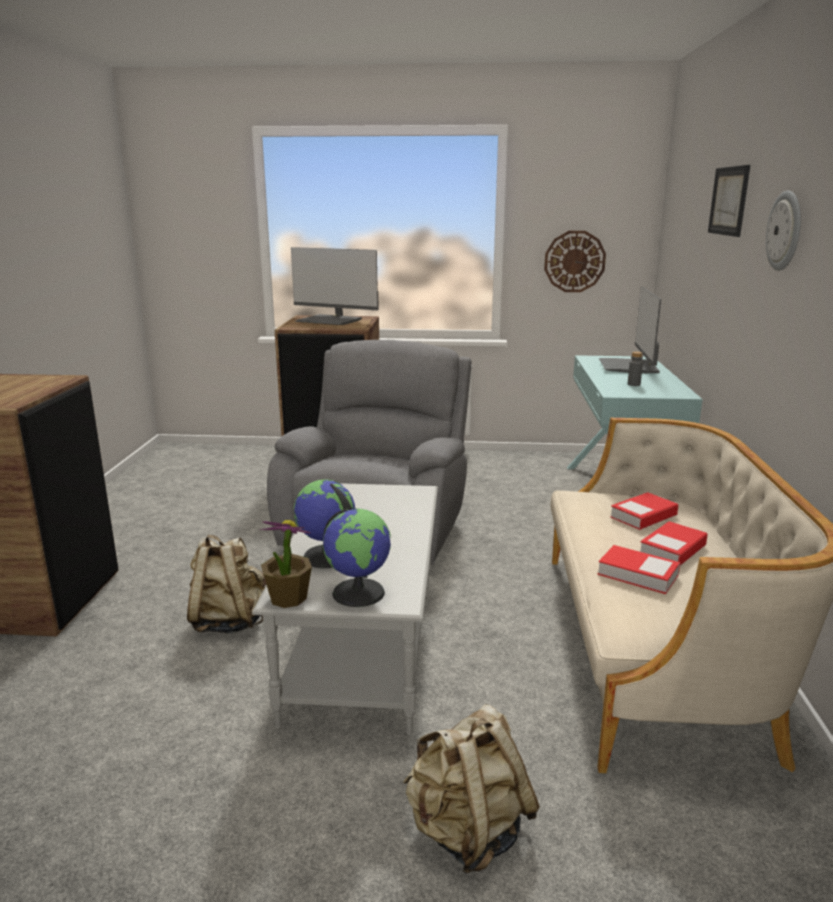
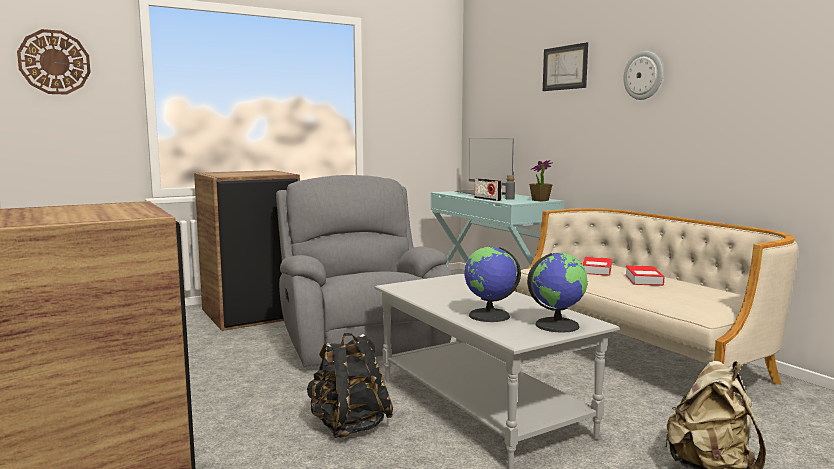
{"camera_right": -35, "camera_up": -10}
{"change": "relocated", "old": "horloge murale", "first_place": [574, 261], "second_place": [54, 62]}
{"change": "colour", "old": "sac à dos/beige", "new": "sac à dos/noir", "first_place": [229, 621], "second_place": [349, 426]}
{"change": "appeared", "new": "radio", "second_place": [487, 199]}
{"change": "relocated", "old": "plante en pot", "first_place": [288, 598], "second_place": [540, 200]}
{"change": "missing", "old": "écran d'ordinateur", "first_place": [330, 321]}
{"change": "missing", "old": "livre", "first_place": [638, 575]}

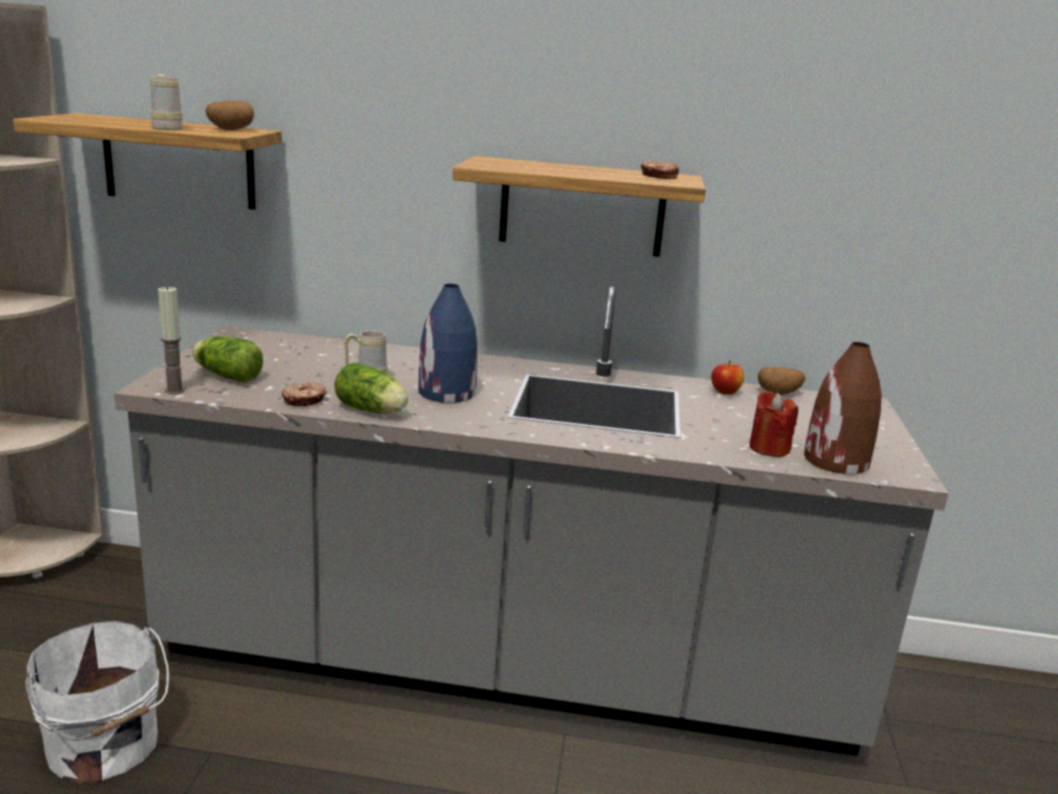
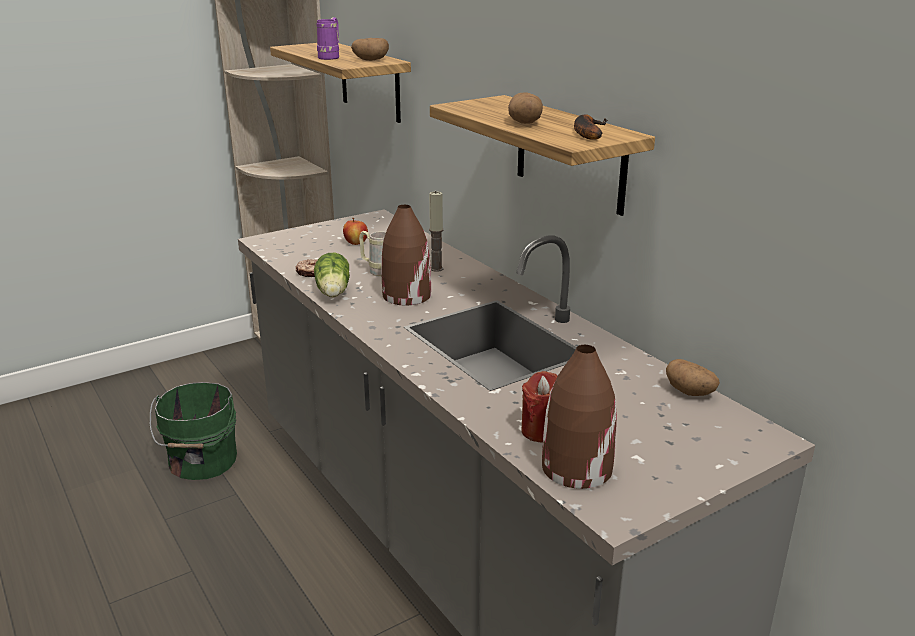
{"camera_right": 50, "camera_up": 5}
{"change": "colour", "old": "seau/blanc", "new": "seau/vert", "first_place": [104, 747], "second_place": [201, 462]}
{"change": "colour", "old": "mug/beige", "new": "mug/violet", "first_place": [167, 127], "second_place": [331, 57]}
{"change": "relocated", "old": "pomme", "first_place": [725, 392], "second_place": [356, 243]}
{"change": "colour", "old": "vase/bleu", "new": "vase/marron", "first_place": [446, 393], "second_place": [406, 295]}
{"change": "relocated", "old": "bougie", "first_place": [175, 391], "second_place": [436, 268]}
{"change": "appeared", "new": "pomme de terre", "second_place": [524, 123]}
{"change": "exchanged", "old": "beignet", "new": "banane", "first_place": [658, 176], "second_place": [587, 133]}
{"change": "missing", "old": "laitue", "first_place": [226, 376]}

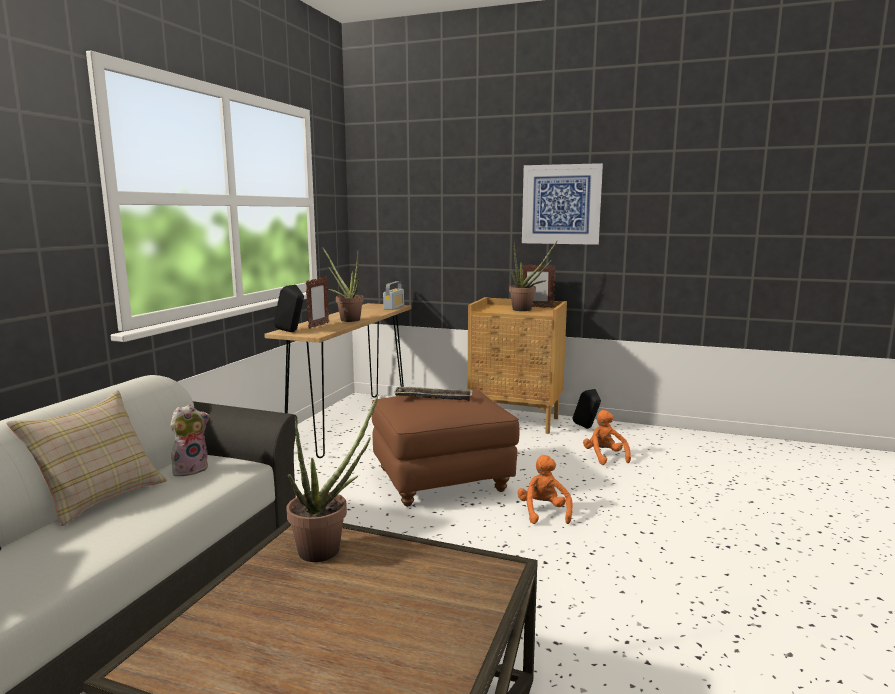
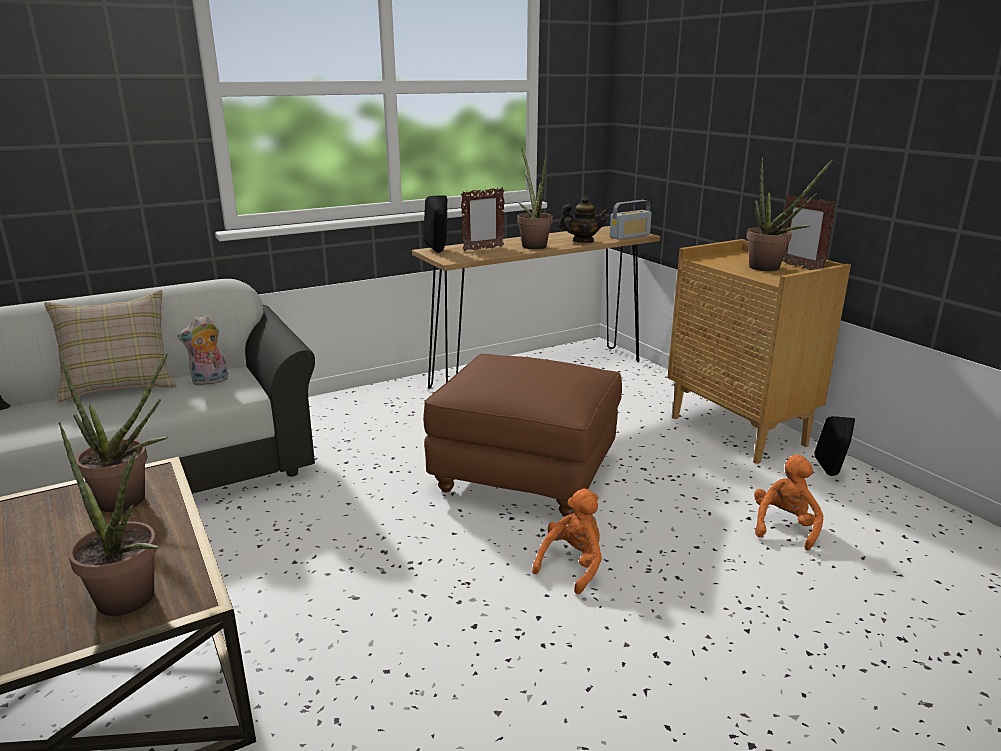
{"camera_right": 40, "camera_up": 10}
{"change": "appeared", "new": "plante en pot", "second_place": [132, 604]}
{"change": "spun", "old": "peluche", "first_place": [191, 469], "second_place": [210, 381], "degrees": 150}
{"change": "appeared", "new": "théière", "second_place": [583, 241]}
{"change": "missing", "old": "plateau", "first_place": [433, 397]}
{"change": "missing", "old": "tableau", "first_place": [561, 204]}

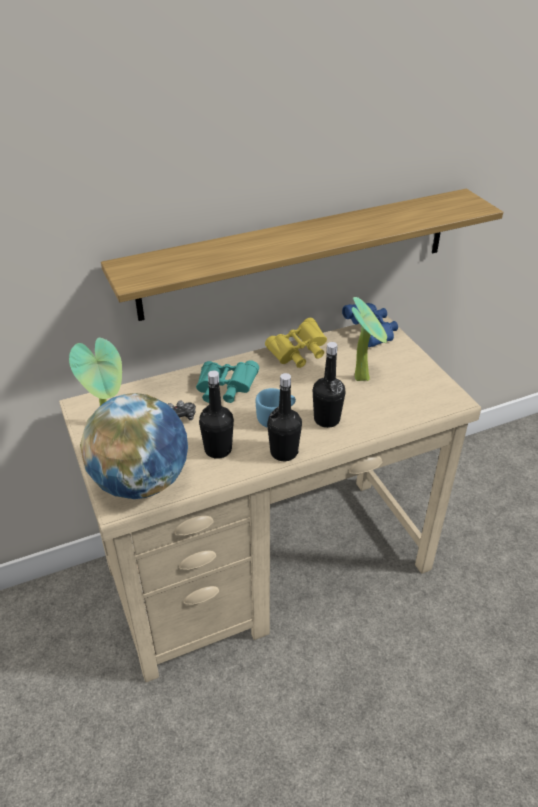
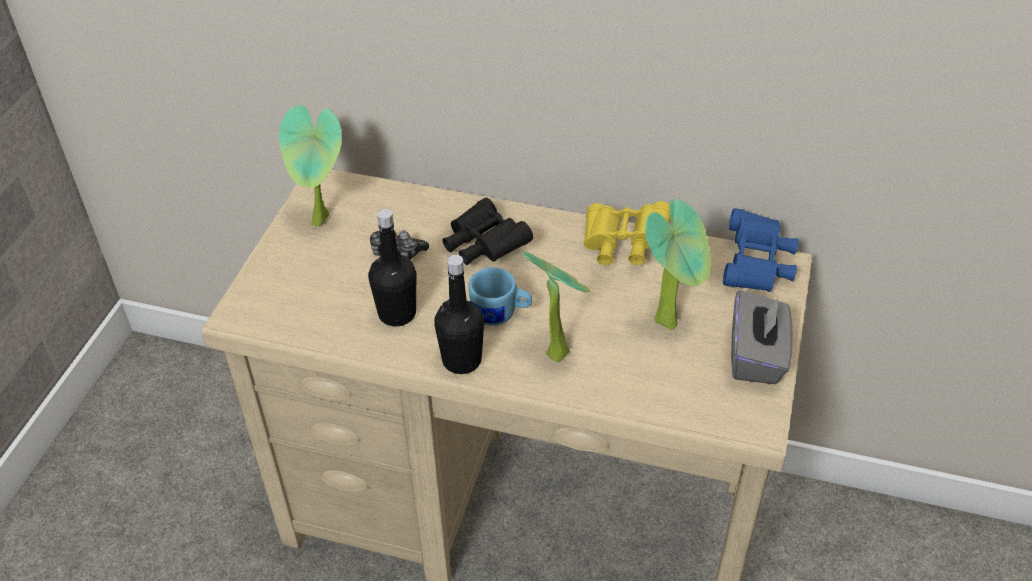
{"camera_right": 40, "camera_up": 5}
{"change": "colour", "old": "jumelles/turquoise", "new": "jumelles/noir", "first_place": [225, 390], "second_place": [484, 246]}
{"change": "exchanged", "old": "bouteille/noir", "new": "plante en pot", "first_place": [326, 419], "second_place": [557, 350]}
{"change": "appeared", "new": "boîte à mouchoirs/gris", "second_place": [756, 356]}
{"change": "missing", "old": "globe", "first_place": [141, 482]}
{"change": "missing", "old": "étagère", "first_place": [298, 253]}

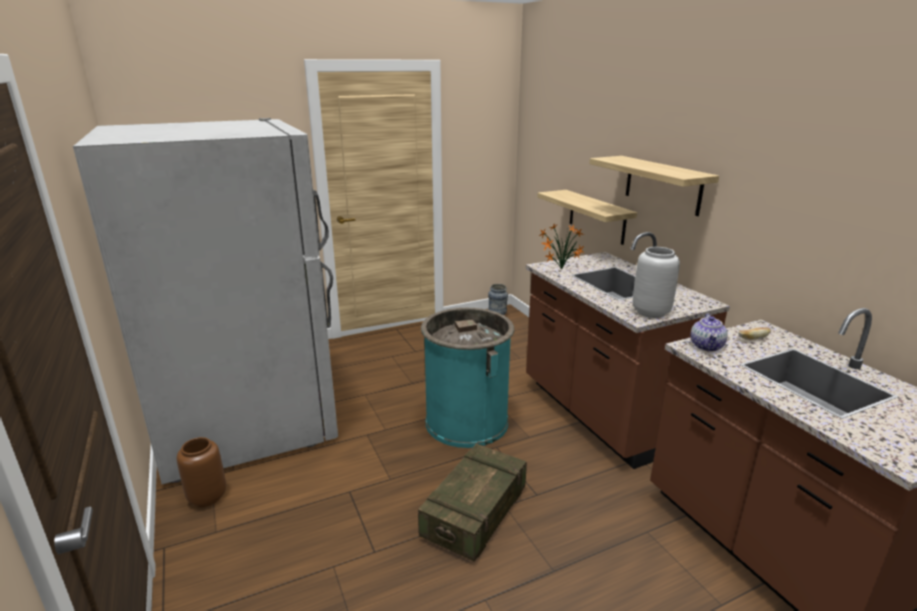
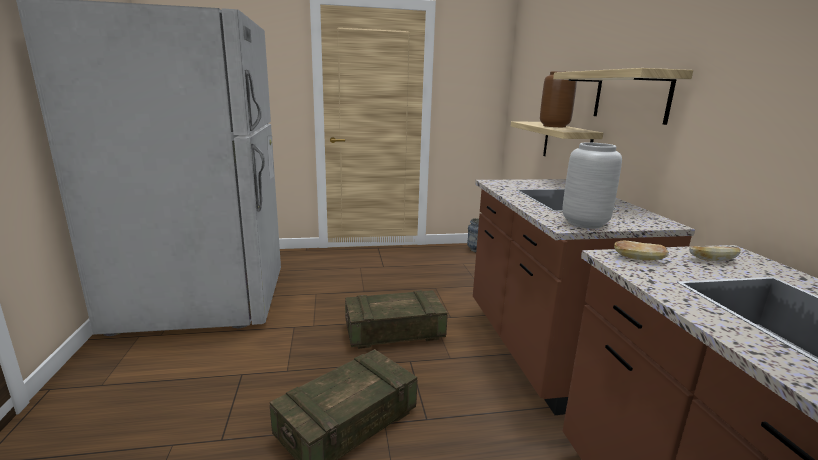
{"camera_right": 15, "camera_up": -5}
{"change": "exchanged", "old": "poubelle/turquoise", "new": "caisse", "first_place": [466, 422], "second_place": [394, 332]}
{"change": "relocated", "old": "vase/marron", "first_place": [207, 498], "second_place": [554, 126]}
{"change": "exchanged", "old": "théière", "new": "pain", "first_place": [707, 346], "second_place": [638, 259]}
{"change": "missing", "old": "plante en pot", "first_place": [560, 269]}

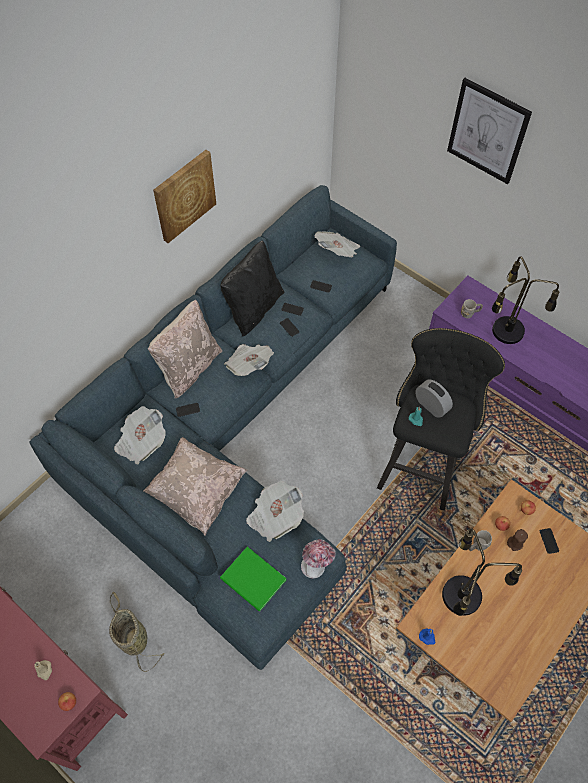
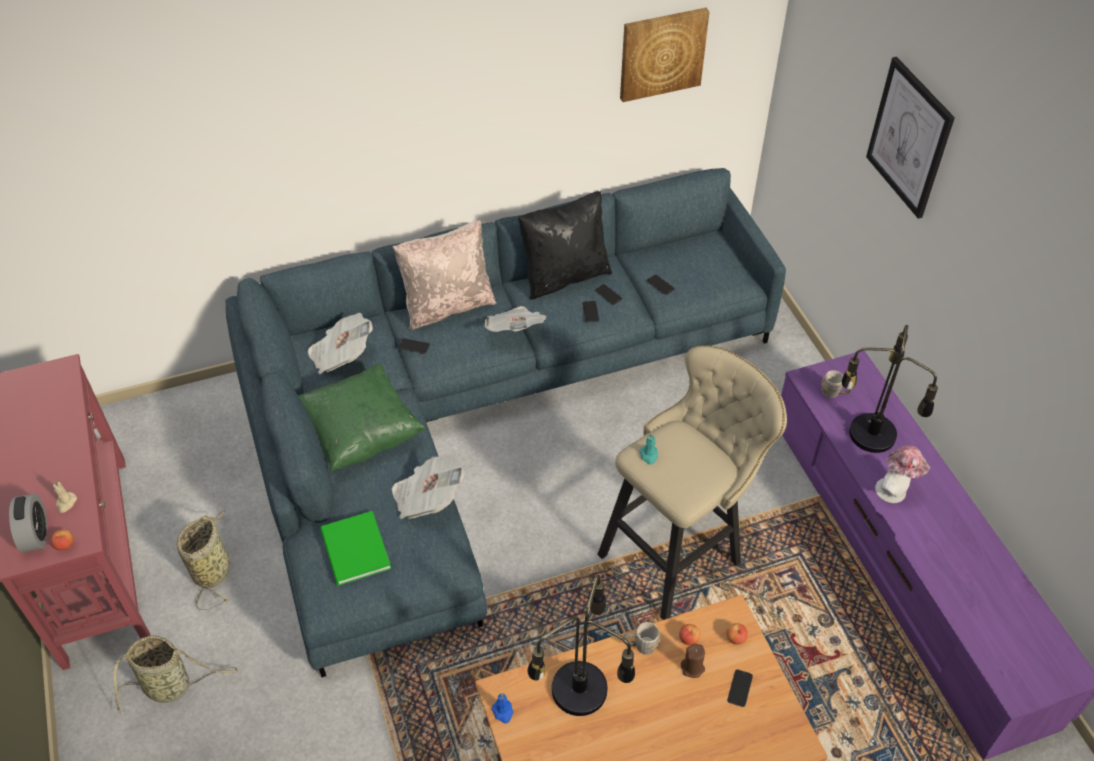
{"camera_right": 30, "camera_up": -10}
{"change": "relocated", "old": "réveil", "first_place": [431, 405], "second_place": [36, 534]}
{"change": "appeared", "new": "panier", "second_place": [172, 686]}
{"change": "colour", "old": "coussin/beige", "new": "coussin/vert", "first_place": [195, 493], "second_place": [361, 433]}
{"change": "colour", "old": "tabouret/noir", "new": "tabouret/beige", "first_place": [423, 458], "second_place": [681, 550]}
{"change": "relocated", "old": "tableau", "first_place": [184, 195], "second_place": [662, 53]}
{"change": "relocated", "old": "chapeau", "first_place": [316, 566], "second_place": [894, 492]}
{"change": "missing", "old": "journal", "first_place": [337, 252]}

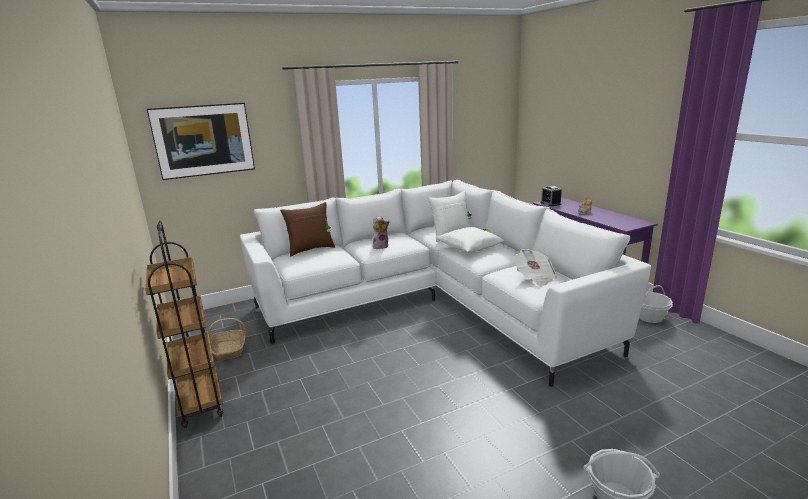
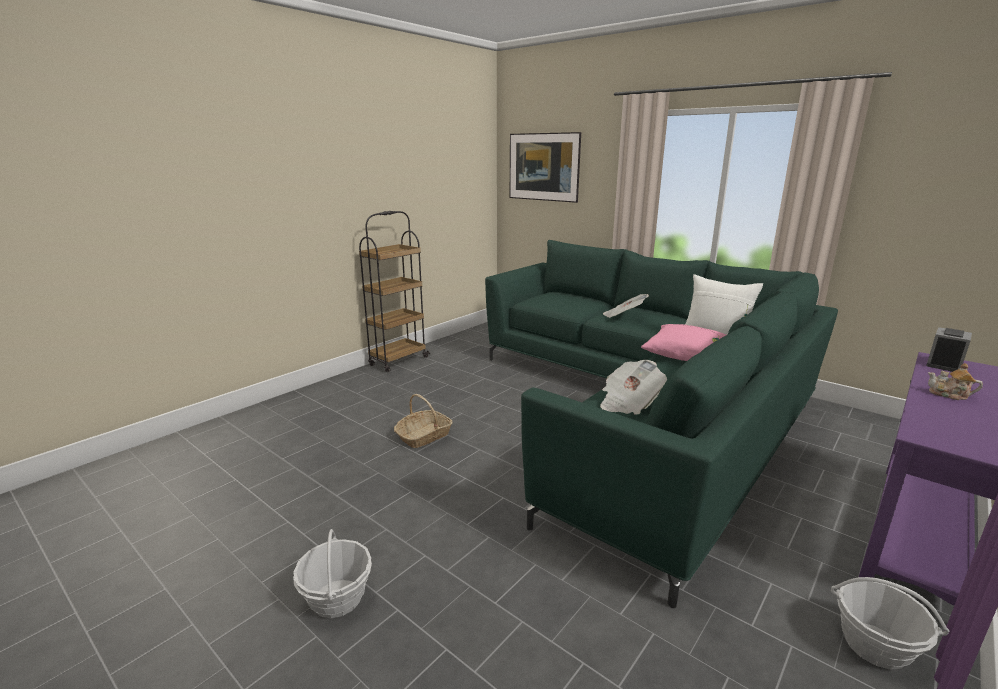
{"camera_right": 65, "camera_up": 0}
{"change": "relocated", "old": "panier", "first_place": [229, 350], "second_place": [424, 436]}
{"change": "colour", "old": "canapé/blanc", "new": "canapé/vert", "first_place": [433, 305], "second_place": [643, 414]}
{"change": "exchanged", "old": "peluche", "new": "journal", "first_place": [380, 246], "second_place": [623, 317]}
{"change": "colour", "old": "coussin/blanc", "new": "coussin/rose", "first_place": [469, 248], "second_place": [685, 355]}
{"change": "missing", "old": "coussin/marron", "first_place": [311, 250]}

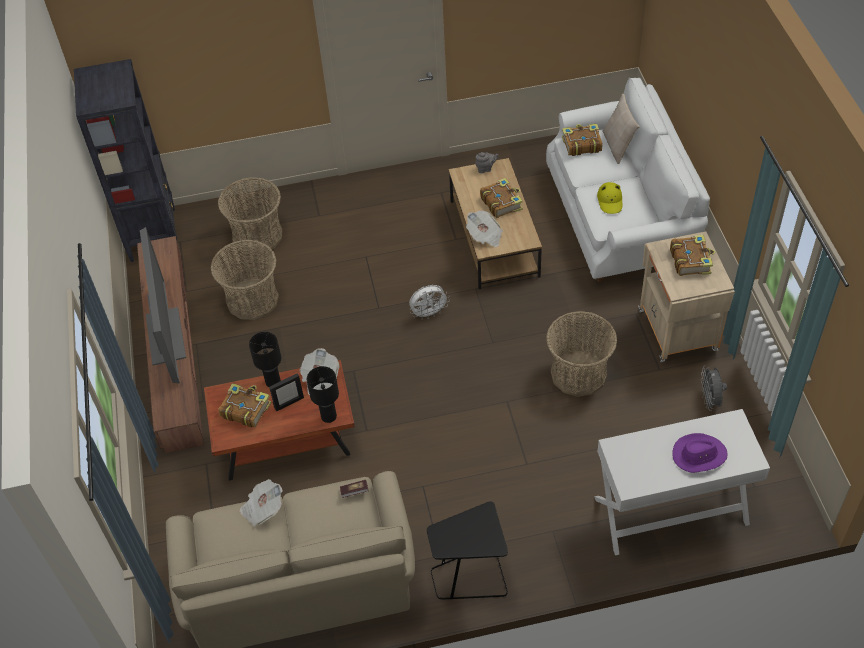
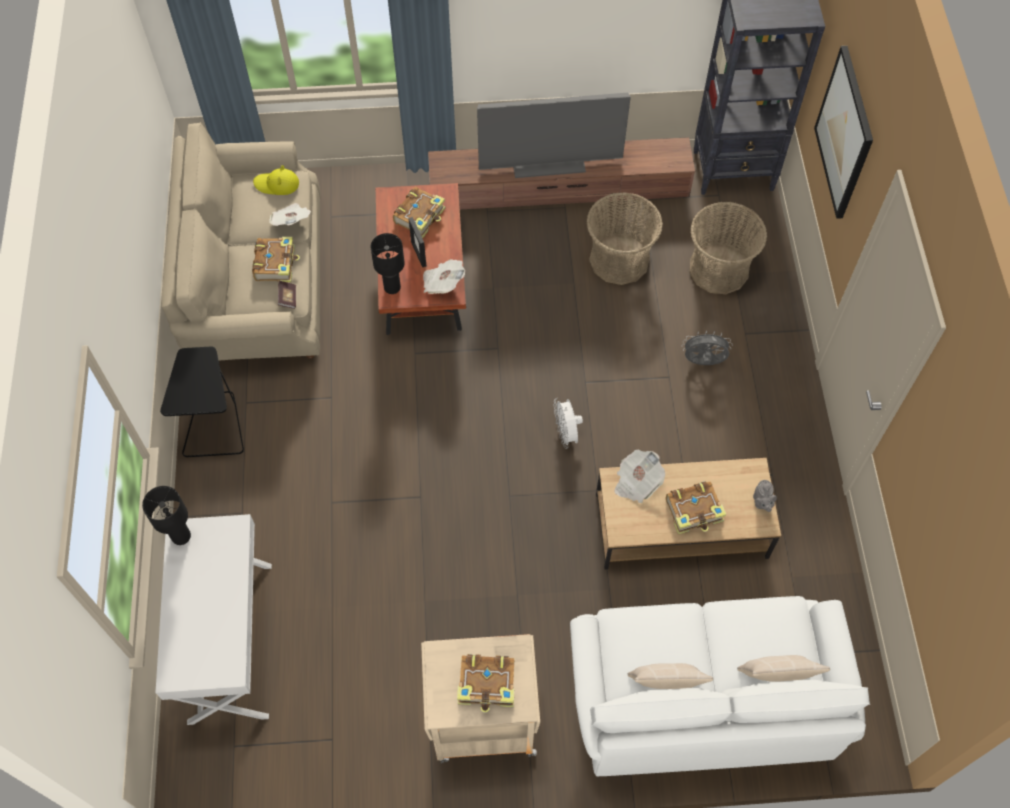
{"camera_right": 95, "camera_up": 10}
{"change": "relocated", "old": "lampe de table/noir", "first_place": [272, 382], "second_place": [181, 536]}
{"change": "relocated", "old": "livre", "first_place": [581, 144], "second_place": [276, 263]}
{"change": "relocated", "old": "chapeau/jaune", "first_place": [610, 201], "second_place": [277, 184]}
{"change": "appeared", "new": "coussin/beige", "second_place": [664, 685]}
{"change": "relocated", "old": "ventilateur/gris", "first_place": [710, 400], "second_place": [703, 362]}
{"change": "appeared", "new": "tableau", "second_place": [844, 133]}
{"change": "missing", "old": "panier", "first_place": [578, 373]}
{"change": "missing", "old": "chapeau/violet", "first_place": [699, 455]}

